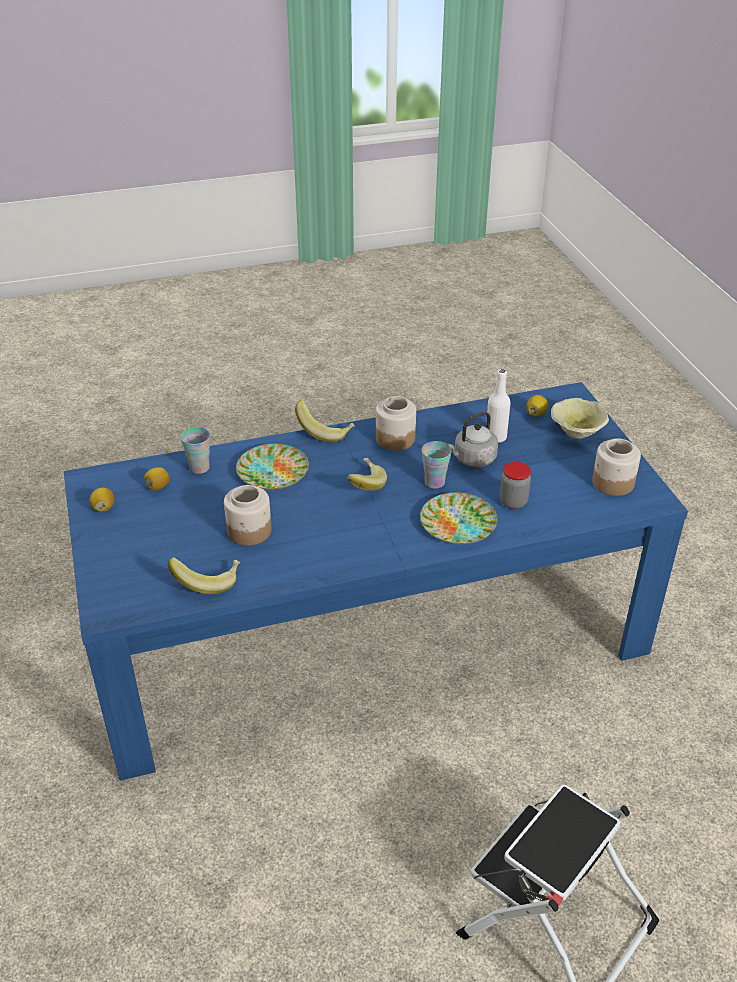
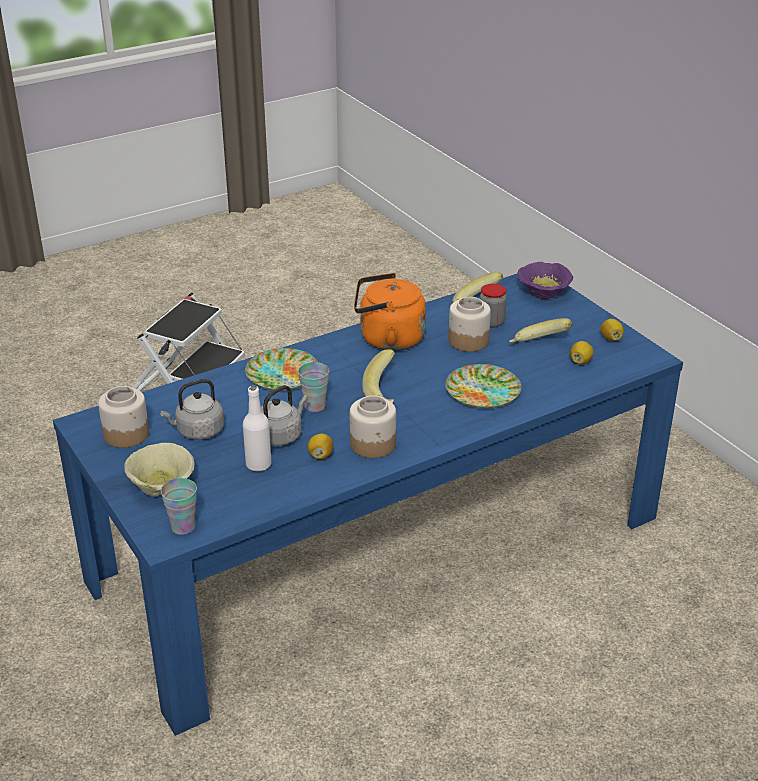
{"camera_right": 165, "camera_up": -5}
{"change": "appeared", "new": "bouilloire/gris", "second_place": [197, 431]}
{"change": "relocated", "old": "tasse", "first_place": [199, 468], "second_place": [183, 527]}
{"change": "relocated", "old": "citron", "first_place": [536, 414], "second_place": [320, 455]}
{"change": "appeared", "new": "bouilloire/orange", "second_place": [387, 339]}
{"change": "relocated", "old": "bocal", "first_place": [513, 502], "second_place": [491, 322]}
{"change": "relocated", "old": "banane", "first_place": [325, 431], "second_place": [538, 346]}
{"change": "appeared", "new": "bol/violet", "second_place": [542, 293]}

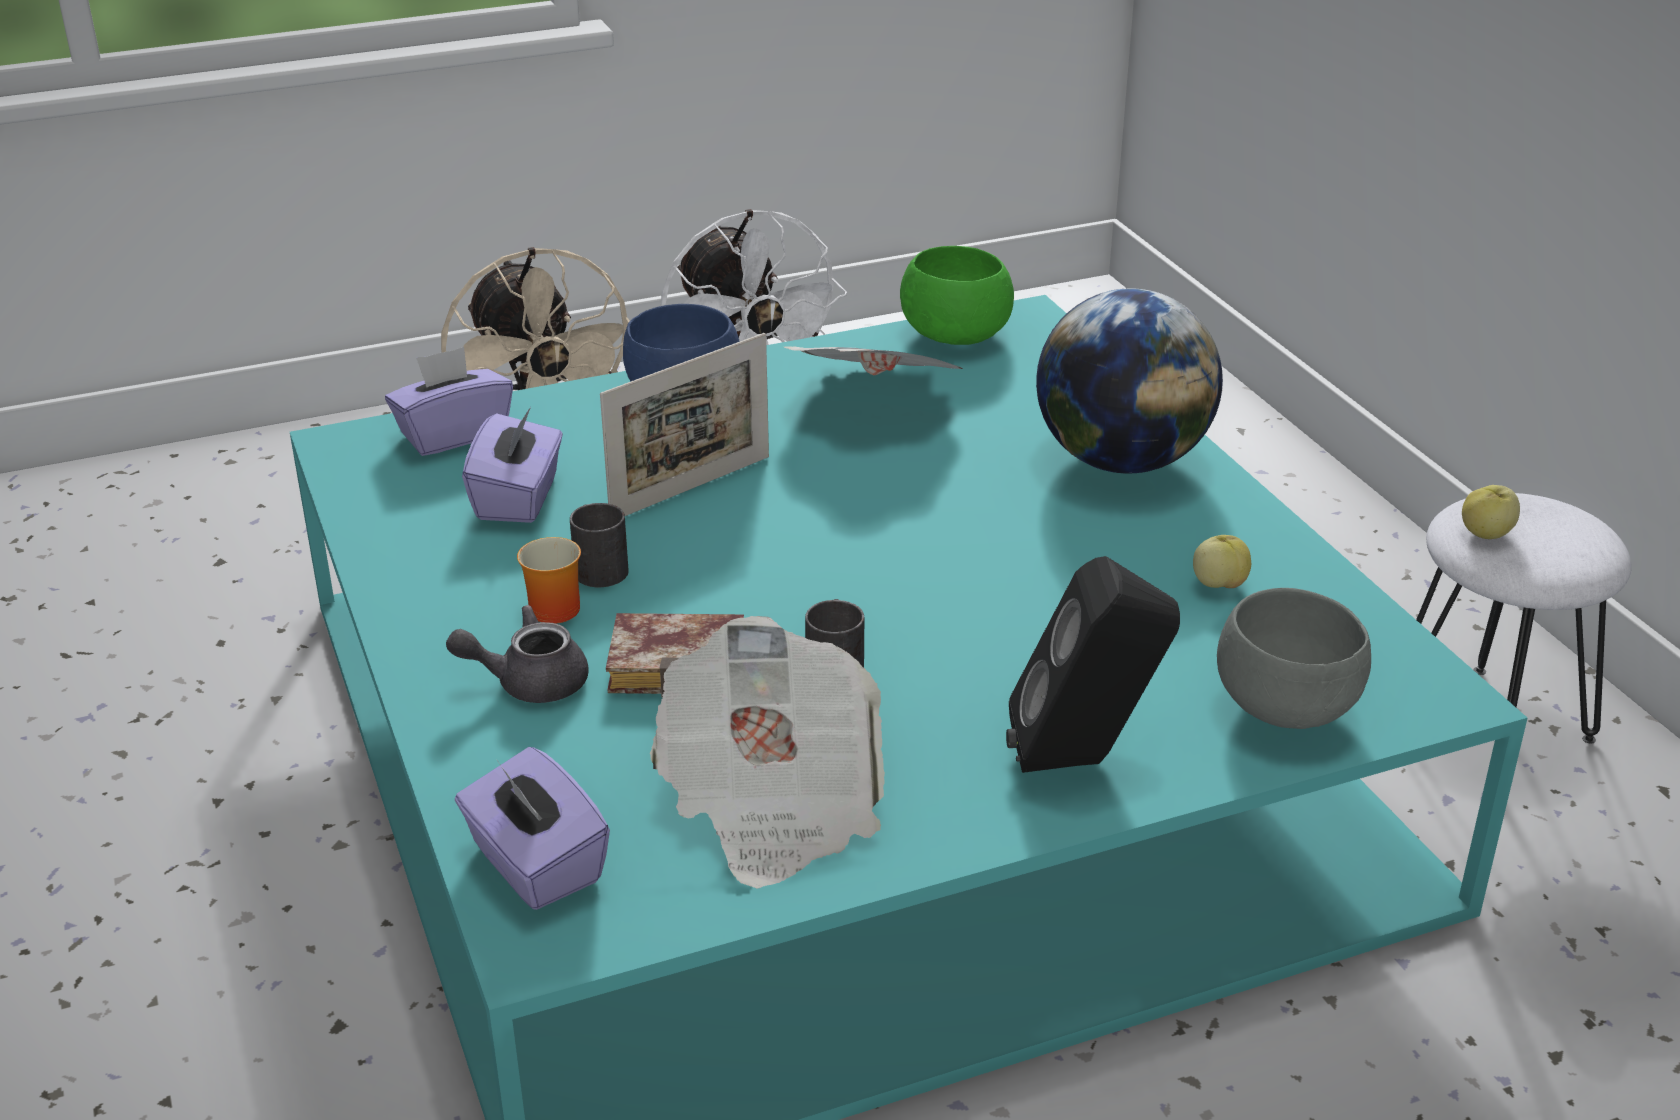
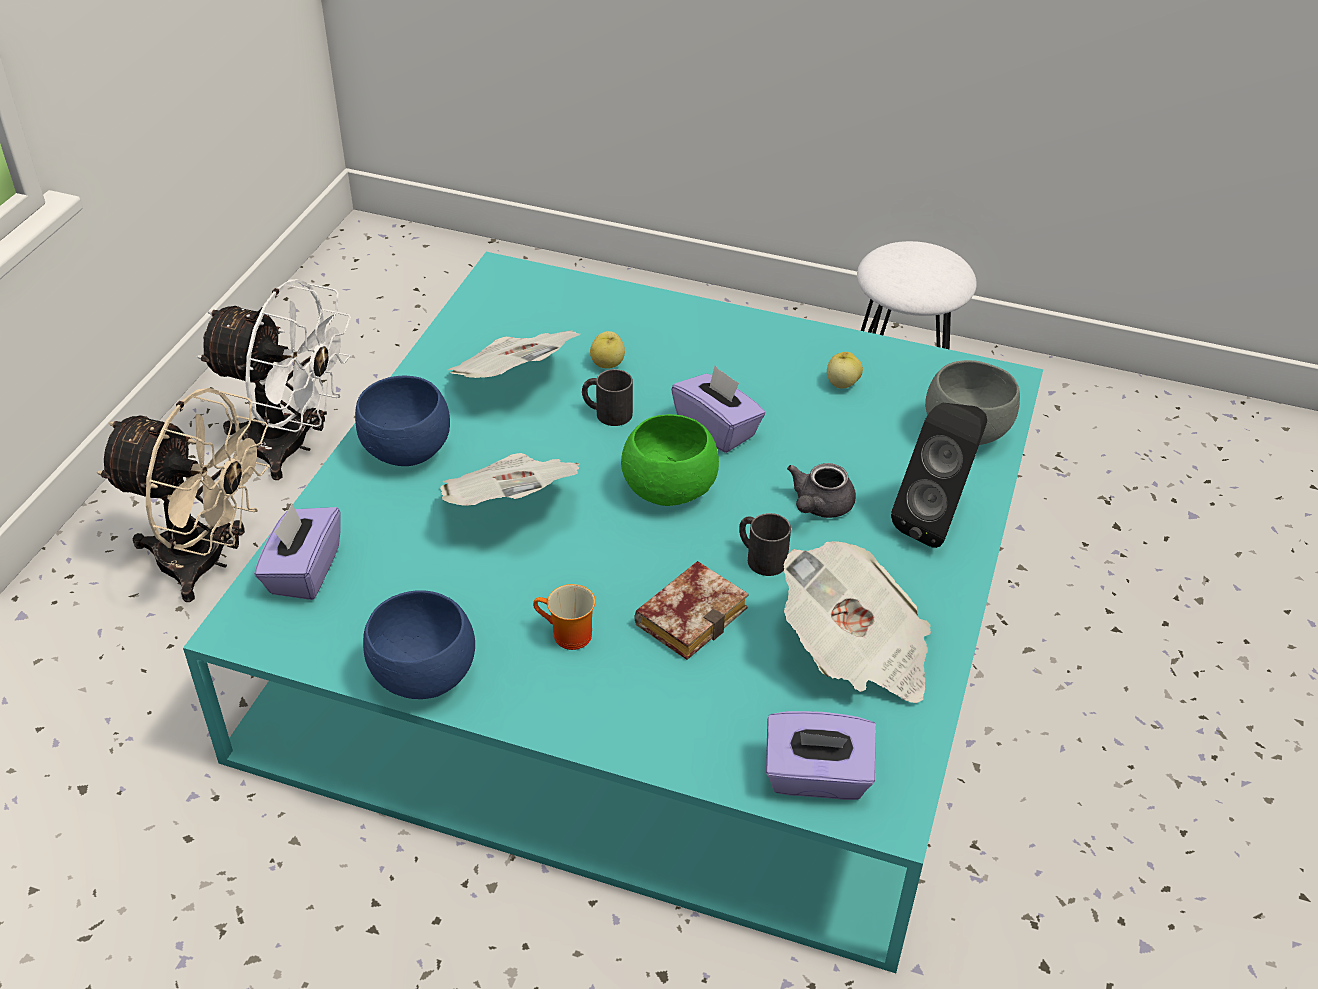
{"camera_right": -50, "camera_up": 10}
{"change": "appeared", "new": "bol/bleu", "second_place": [424, 679]}
{"change": "exchanged", "old": "cadre photo", "new": "journal", "first_place": [691, 488], "second_place": [510, 506]}
{"change": "relocated", "old": "mug/noir", "first_place": [597, 566], "second_place": [606, 412]}
{"change": "relocated", "old": "pomme", "first_place": [1487, 534], "second_place": [608, 363]}
{"change": "relocated", "old": "bol/vert", "first_place": [957, 336], "second_place": [671, 488]}
{"change": "relocated", "old": "boîte à mouchoirs/violet", "first_place": [519, 498], "second_place": [717, 429]}
{"change": "relocated", "old": "théière/gris", "first_place": [529, 682], "second_place": [819, 506]}
{"change": "missing", "old": "globe", "first_place": [1120, 460]}

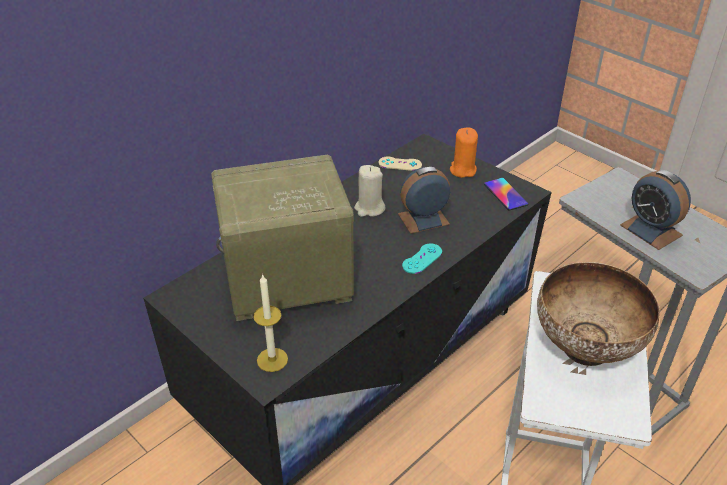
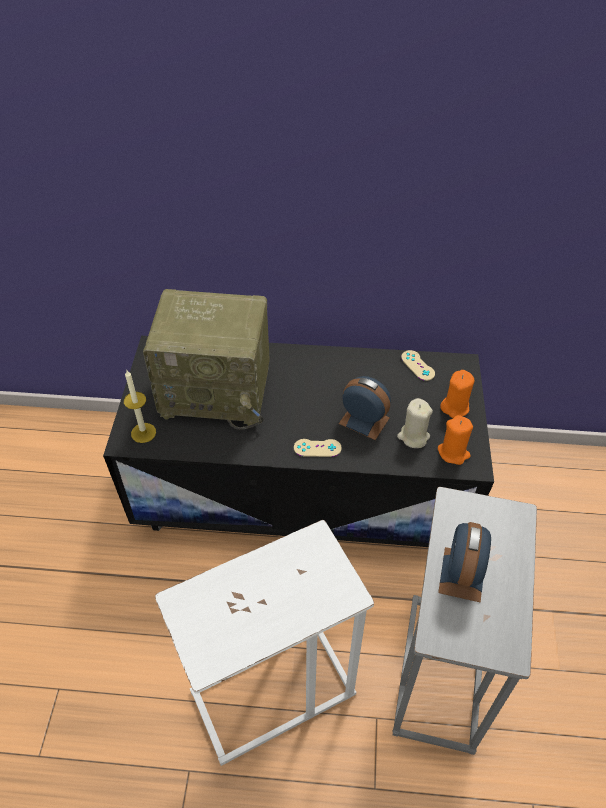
{"camera_right": 50, "camera_up": 10}
{"change": "spun", "old": "radio", "first_place": [285, 282], "second_place": [218, 390], "degrees": 150}
{"change": "colour", "old": "manette/turquoise", "new": "manette/beige", "first_place": [422, 259], "second_place": [317, 448]}
{"change": "relocated", "old": "bougie/beige", "first_place": [369, 208], "second_place": [413, 436]}
{"change": "exchanged", "old": "téléphone", "new": "bougie/orange", "first_place": [505, 194], "second_place": [453, 452]}
{"change": "missing", "old": "bol", "first_place": [584, 348]}

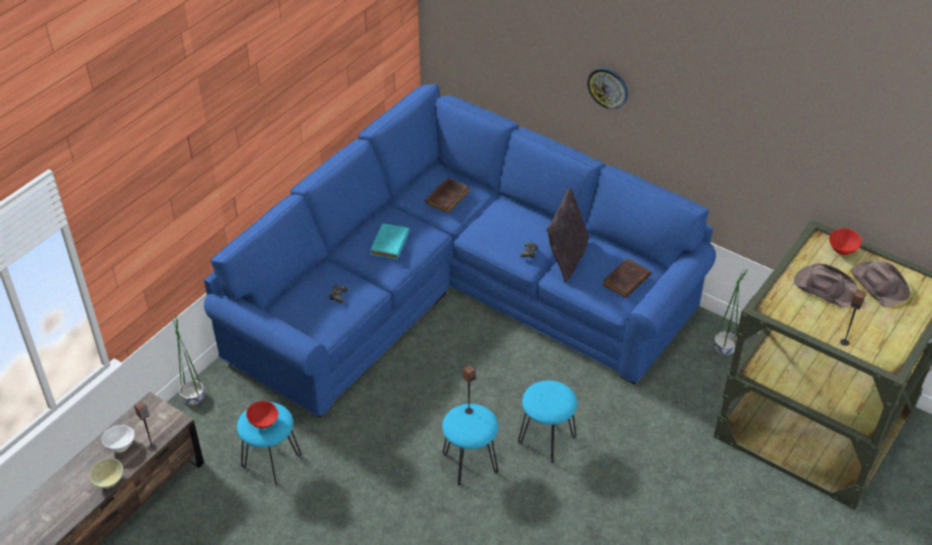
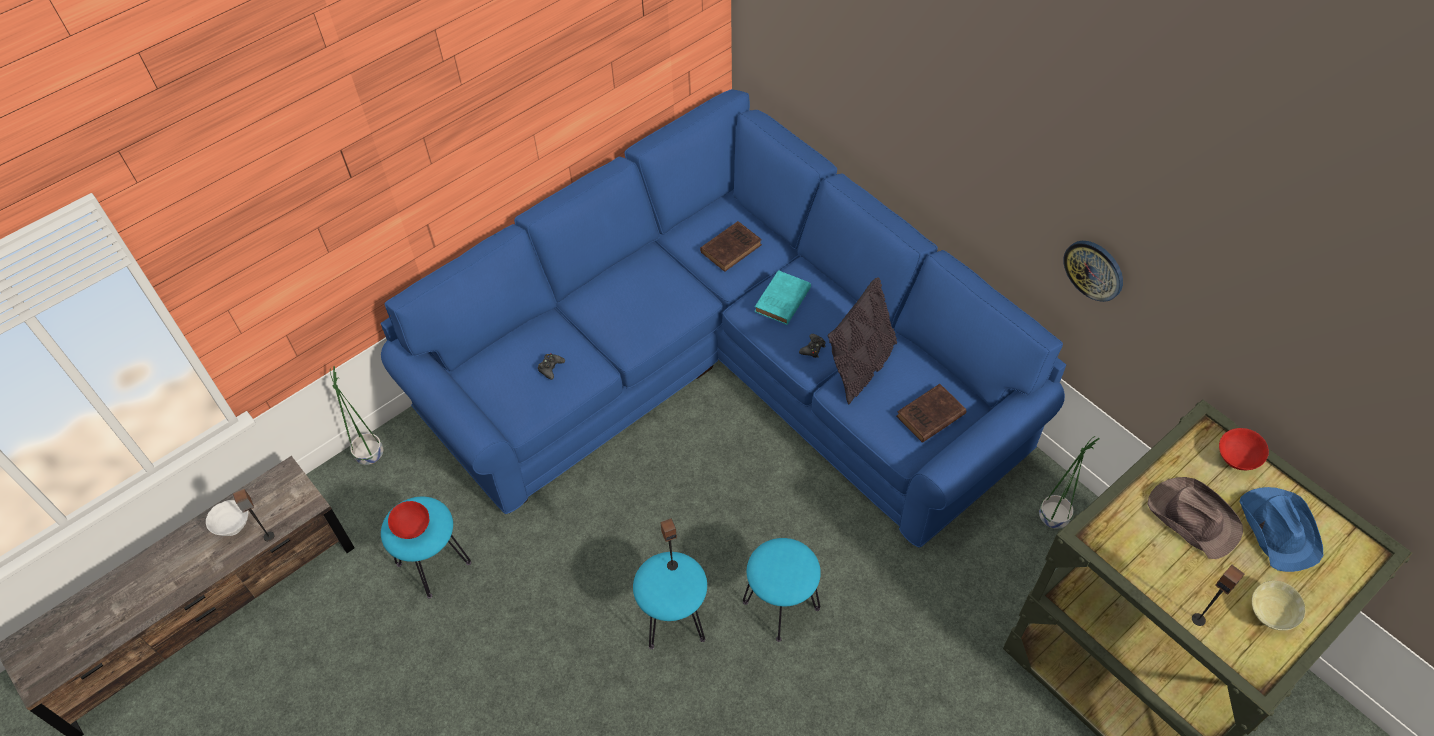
{"camera_right": 15, "camera_up": 10}
{"change": "relocated", "old": "livre/turquoise", "first_place": [389, 244], "second_place": [782, 301]}
{"change": "relocated", "old": "horloge murale", "first_place": [608, 87], "second_place": [1094, 270]}
{"change": "colour", "old": "chapeau/marron", "new": "chapeau/bleu", "first_place": [879, 284], "second_place": [1278, 528]}
{"change": "relocated", "old": "bol/beige", "first_place": [109, 481], "second_place": [1269, 614]}

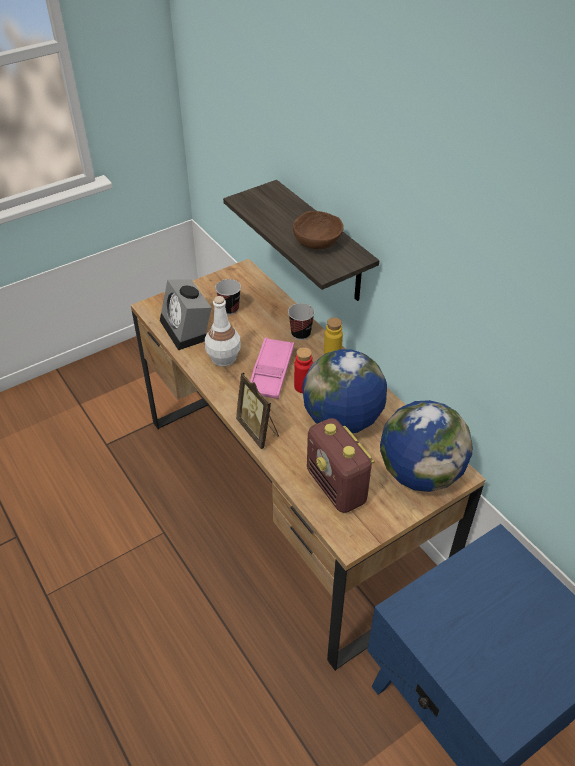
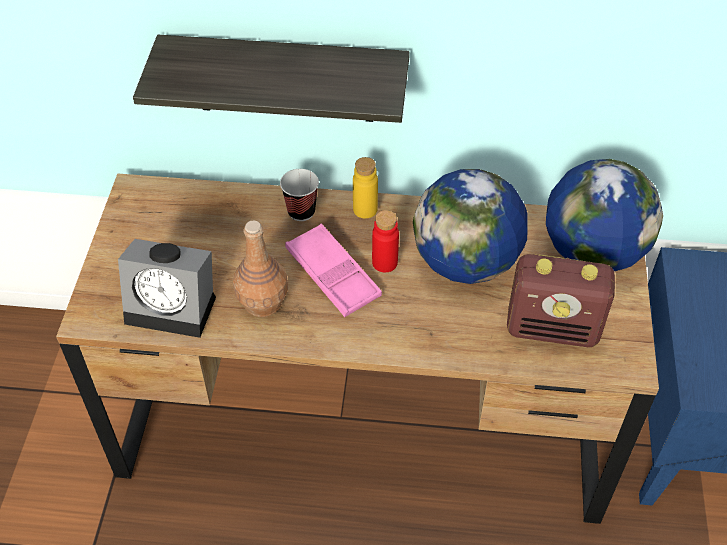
{"camera_right": -50, "camera_up": 5}
{"change": "colour", "old": "bouteille/blanc", "new": "bouteille/marron", "first_place": [223, 357], "second_place": [262, 302]}
{"change": "missing", "old": "tasse", "first_place": [229, 309]}
{"change": "missing", "old": "cadre photo", "first_place": [258, 430]}
{"change": "missing", "old": "bol/marron", "first_place": [317, 242]}

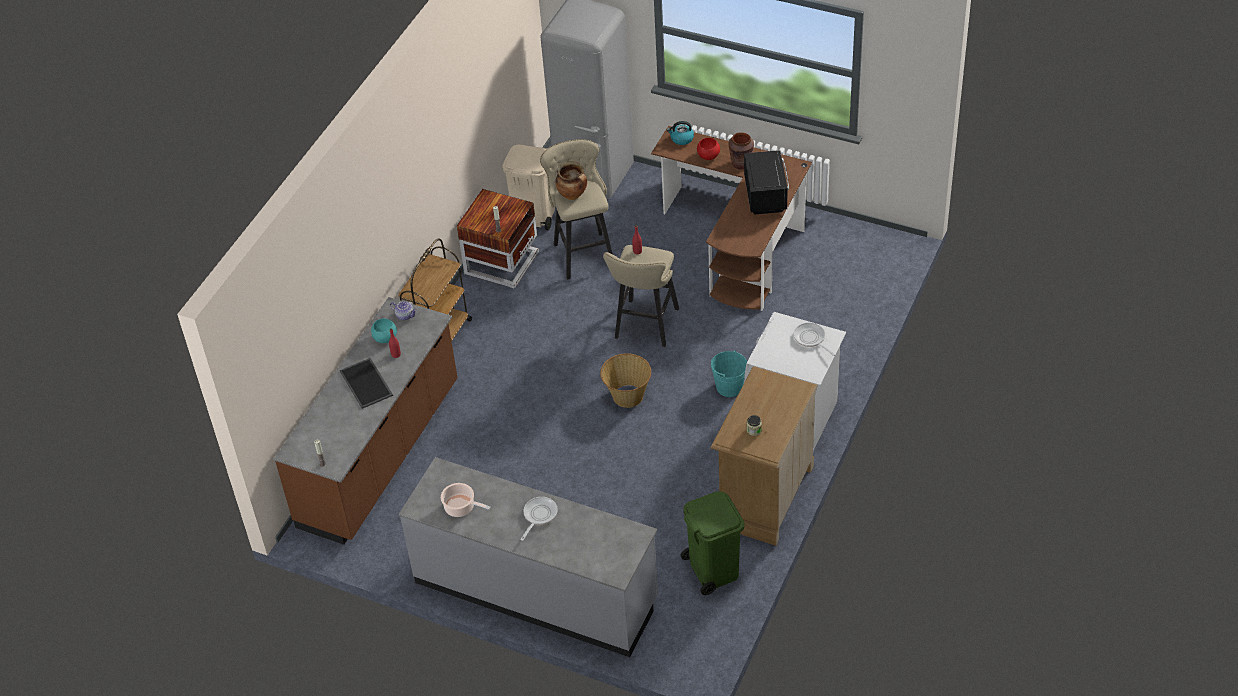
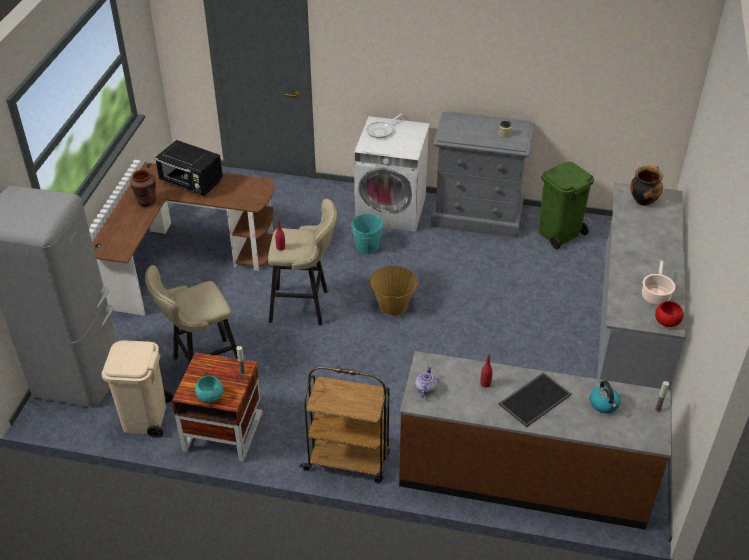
{"camera_right": -105, "camera_up": -5}
{"change": "spun", "old": "micro-ondes/noir", "first_place": [766, 195], "second_place": [191, 183], "degrees": -135}
{"change": "relocated", "old": "bol/turquoise", "first_place": [385, 337], "second_place": [209, 397]}
{"change": "colour", "old": "commode/marron", "new": "commode/gris", "first_place": [764, 496], "second_place": [477, 216]}
{"change": "relocated", "old": "bouilloire", "first_place": [681, 139], "second_place": [604, 404]}
{"change": "relocated", "old": "marmite", "first_place": [573, 195], "second_place": [643, 200]}
{"change": "relocated", "old": "bol/rouge", "first_place": [708, 155], "second_place": [667, 322]}
{"change": "missing", "old": "poêle", "first_place": [539, 515]}

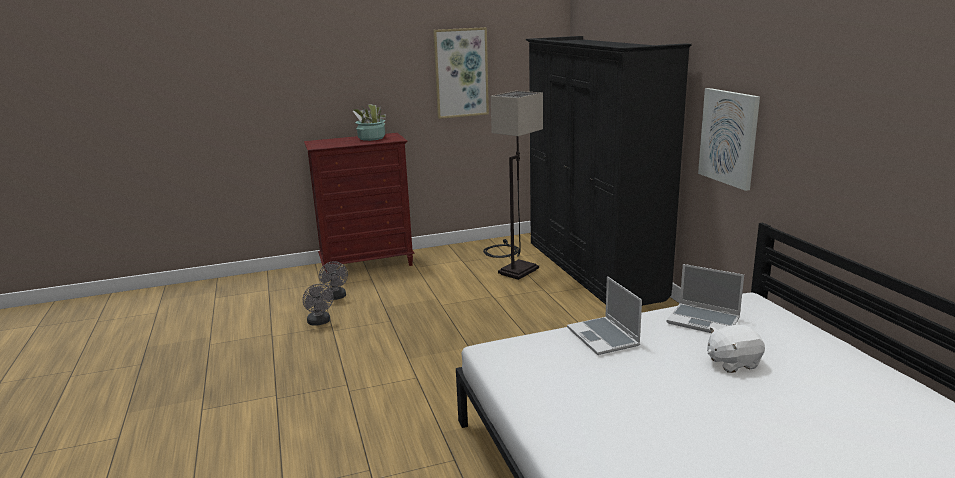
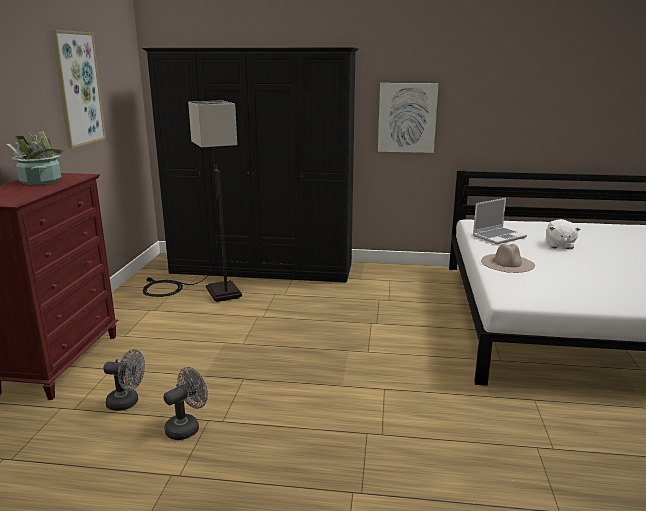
{"camera_right": -65, "camera_up": 0}
{"change": "spun", "old": "ventilateur/gris", "first_place": [320, 322], "second_place": [187, 427], "degrees": -45}
{"change": "exchanged", "old": "ordinateur portable", "new": "chapeau/beige", "first_place": [604, 337], "second_place": [507, 263]}

